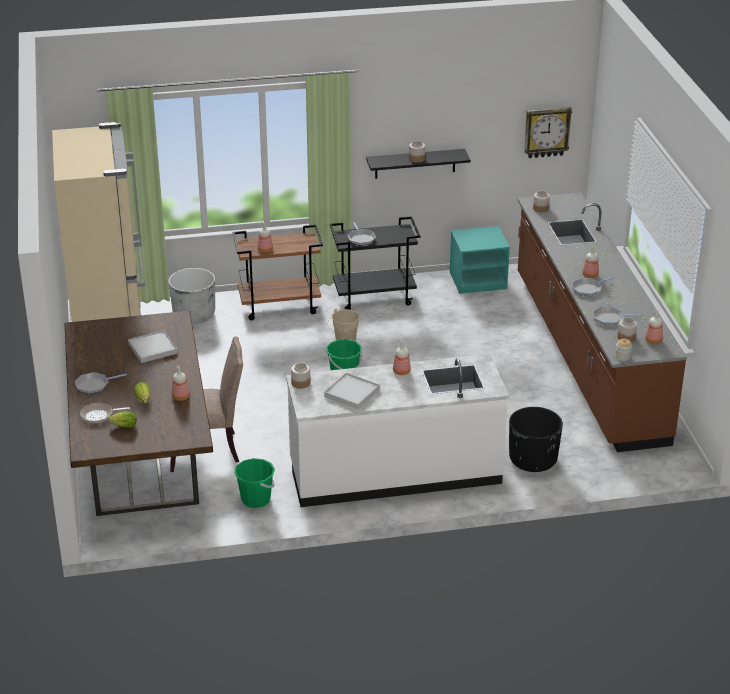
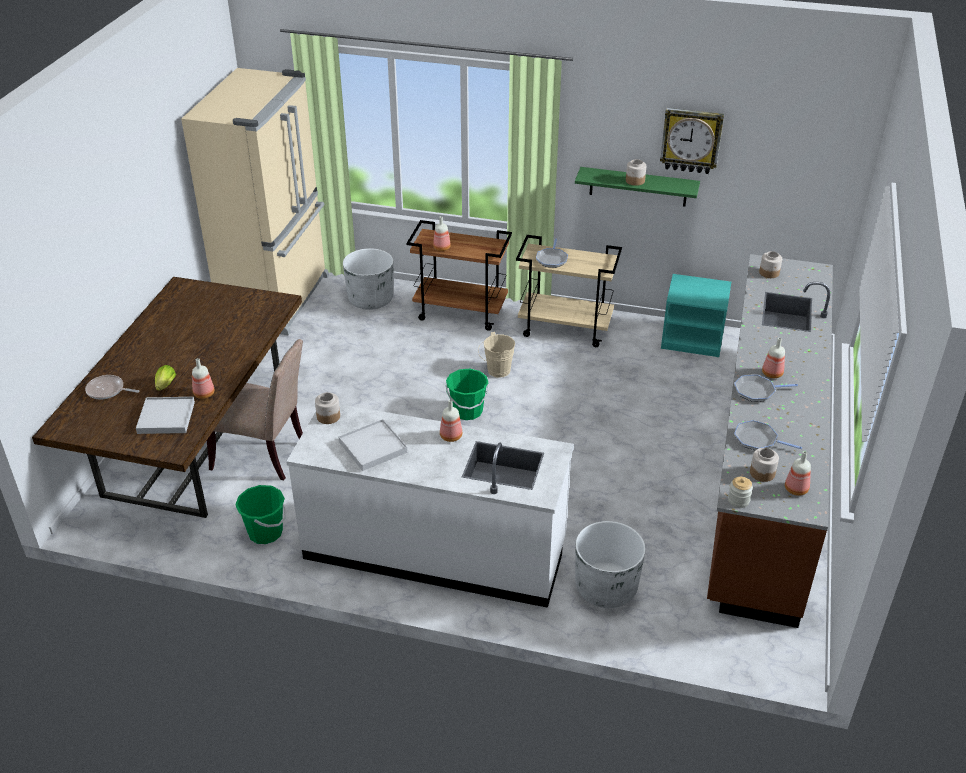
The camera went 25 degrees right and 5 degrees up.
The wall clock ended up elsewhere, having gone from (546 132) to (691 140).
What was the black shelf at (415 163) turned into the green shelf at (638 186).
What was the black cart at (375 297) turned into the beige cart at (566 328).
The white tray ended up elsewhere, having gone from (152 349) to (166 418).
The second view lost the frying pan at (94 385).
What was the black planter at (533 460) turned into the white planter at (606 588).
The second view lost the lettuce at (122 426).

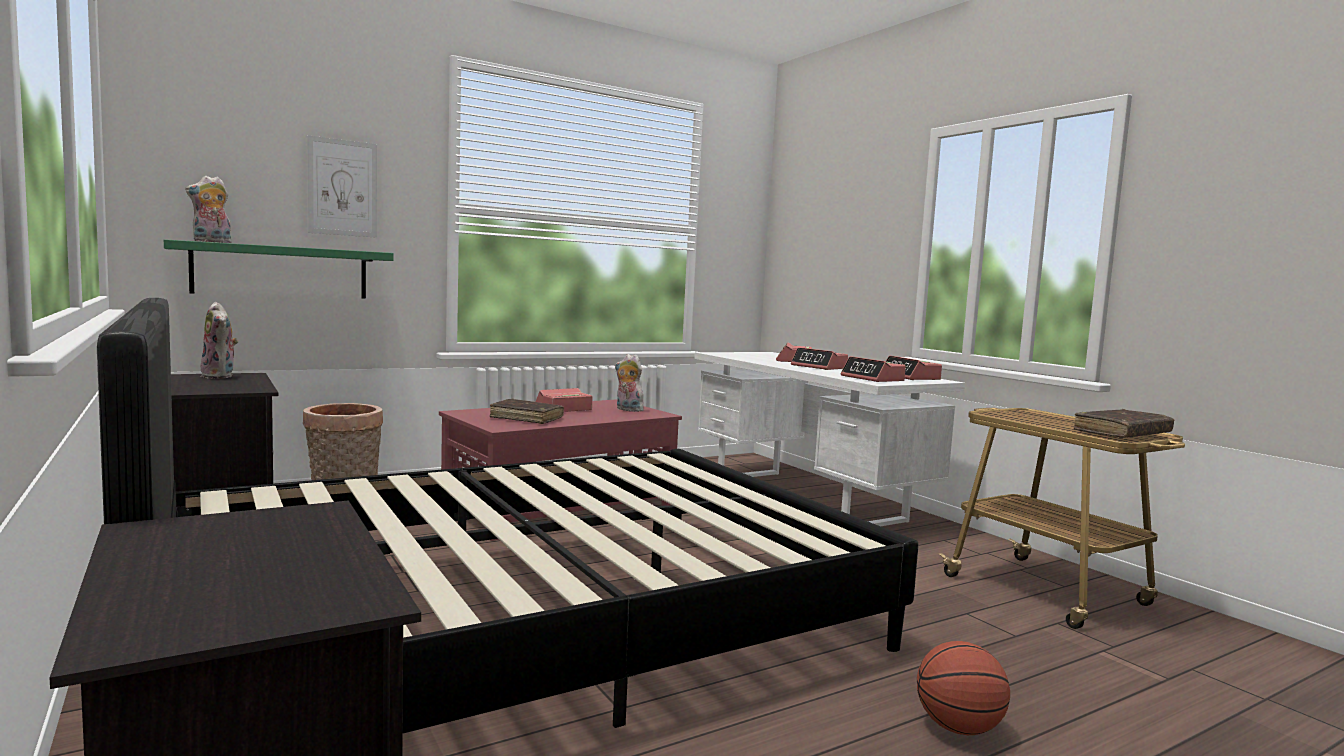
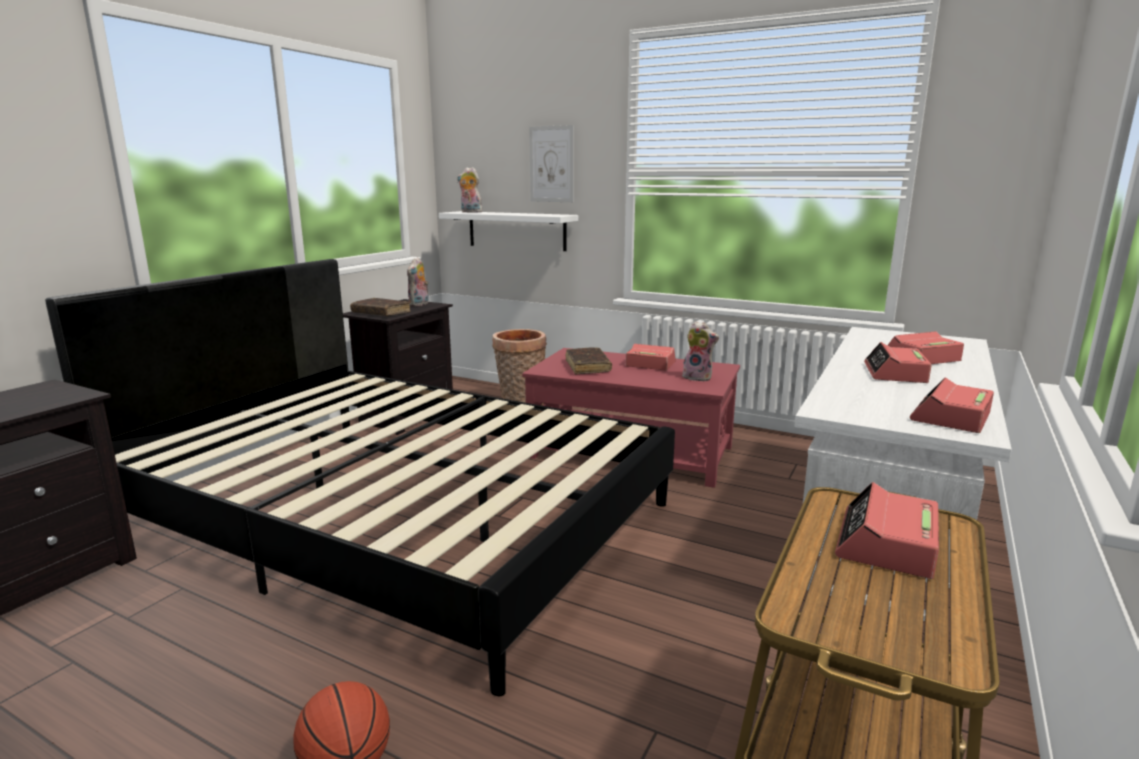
The camera went 60 degrees right and 10 degrees up.
What was the green shelf at (281 271) turned into the white shelf at (516 230).
The plush toy at (627 410) ended up facing another way, 120 degrees clockwise from before.
The alarm clock ended up elsewhere, having gone from (872 379) to (886 544).
The brown book ended up elsewhere, having gone from (1122 433) to (381 313).

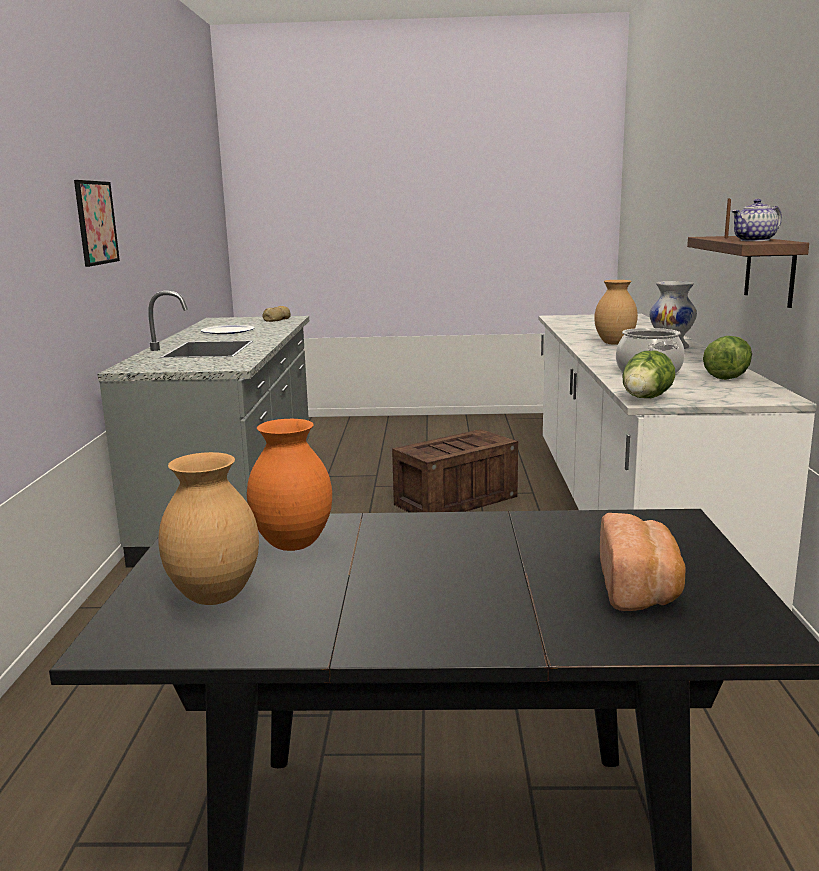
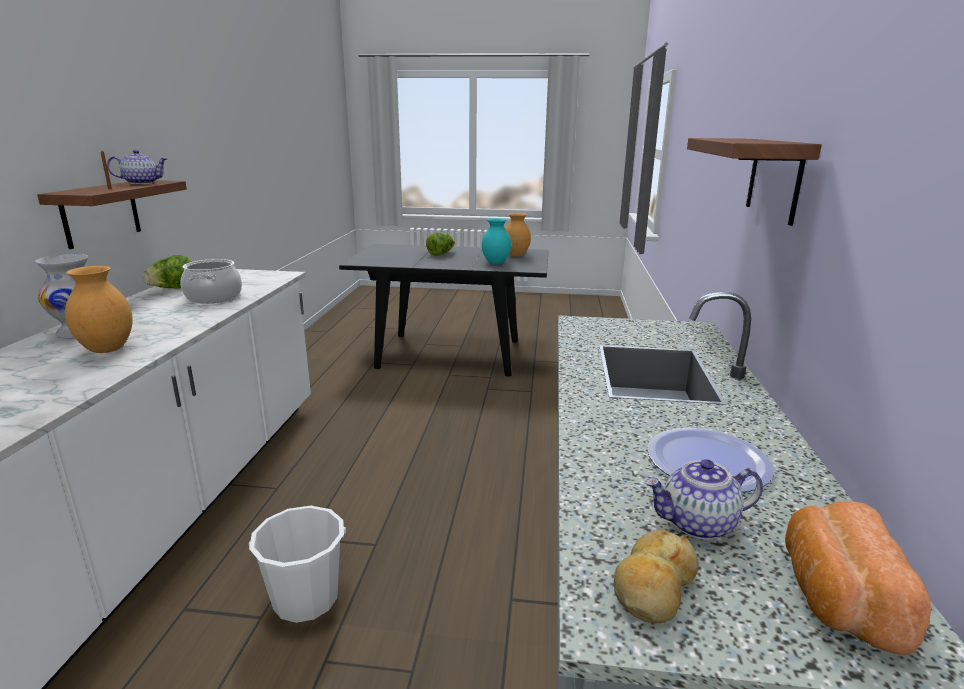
The camera went 175 degrees left and 5 degrees up.
Where the picture hung at (96 222), the shelf came to hang at (774 178).
The lettuce ended up elsewhere, having gone from (645 399) to (441 254).
What was the orange vase at (291 544) turned into the turquoise vase at (496 263).
Where the crate stood at (457 500), the white bucket came to stand at (306 598).
The bread ended up elsewhere, having gone from (640 589) to (835 596).
The second view gained the teapot at (698 524).

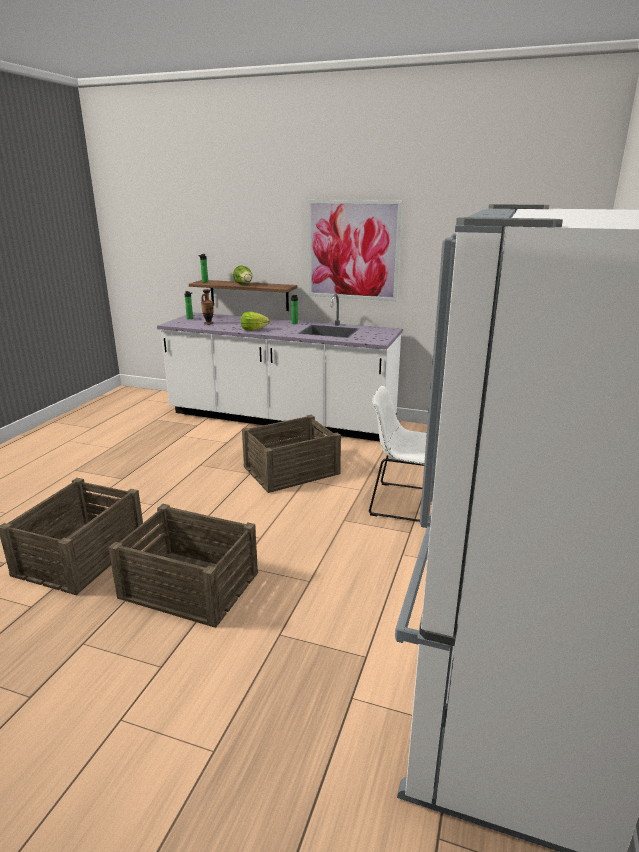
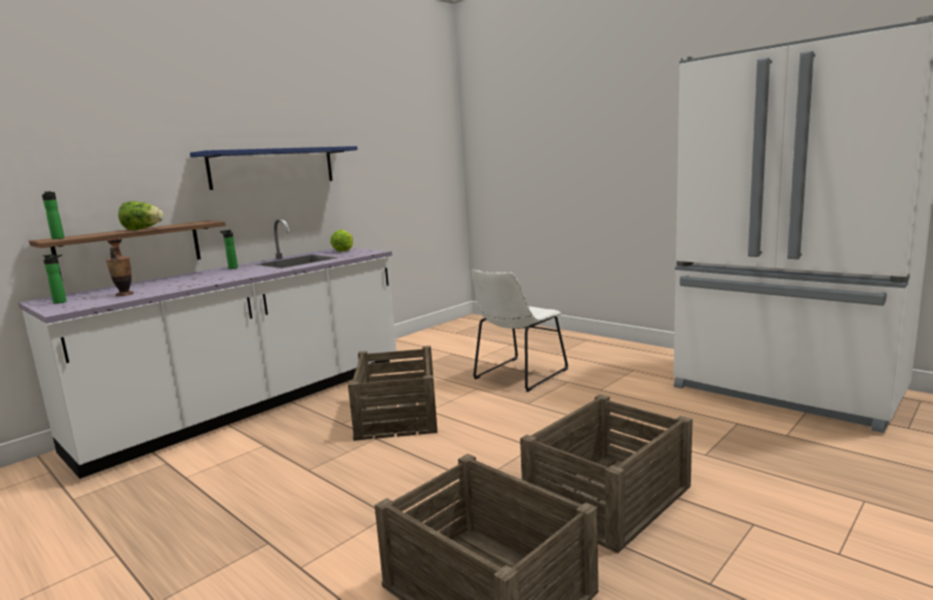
The camera went 65 degrees left and 10 degrees down.
Where the picture hung at (353 250), the blue shelf came to hang at (273 167).
The lettuce ended up elsewhere, having gone from (253 329) to (344 250).

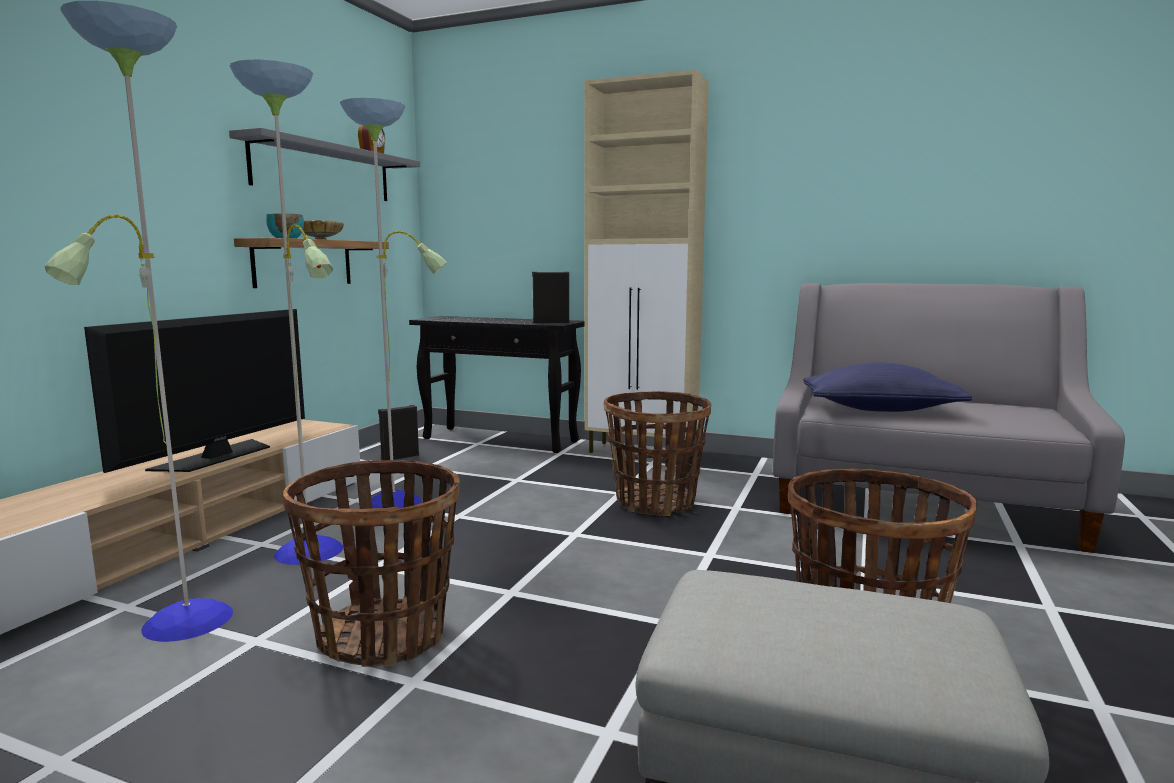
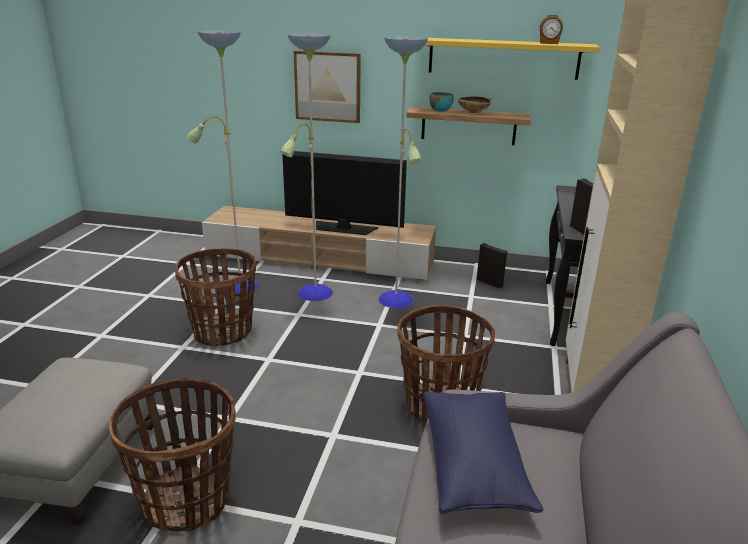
The camera went 80 degrees right and 15 degrees up.
What was the grey shelf at (324 171) turned into the yellow shelf at (503 58).
The second view gained the picture at (328 86).

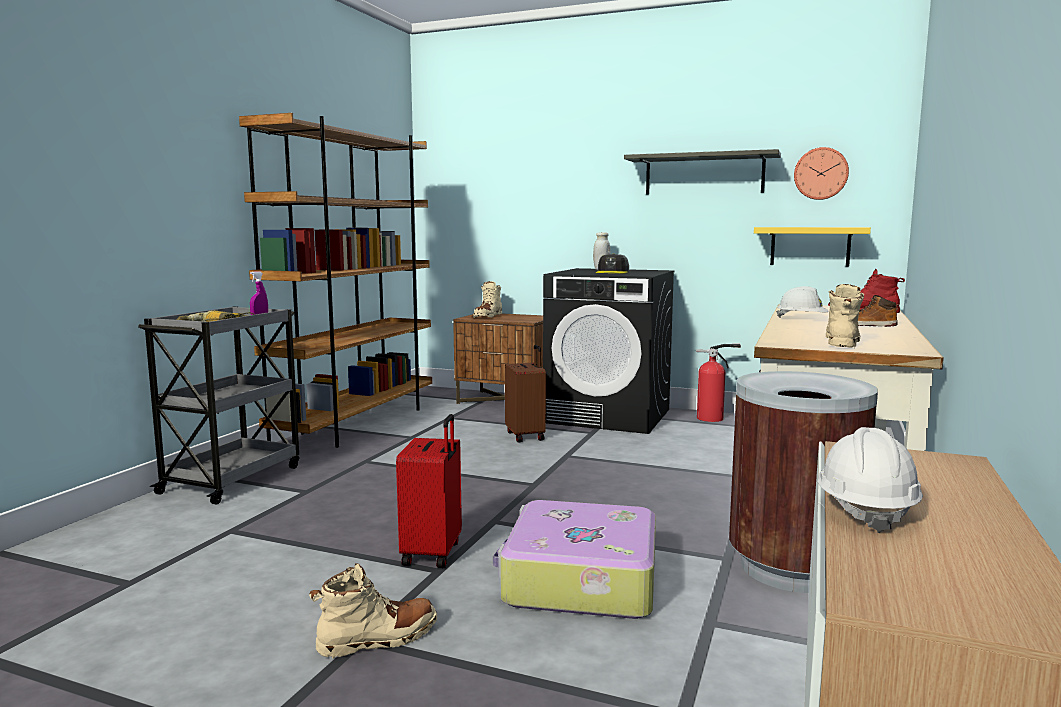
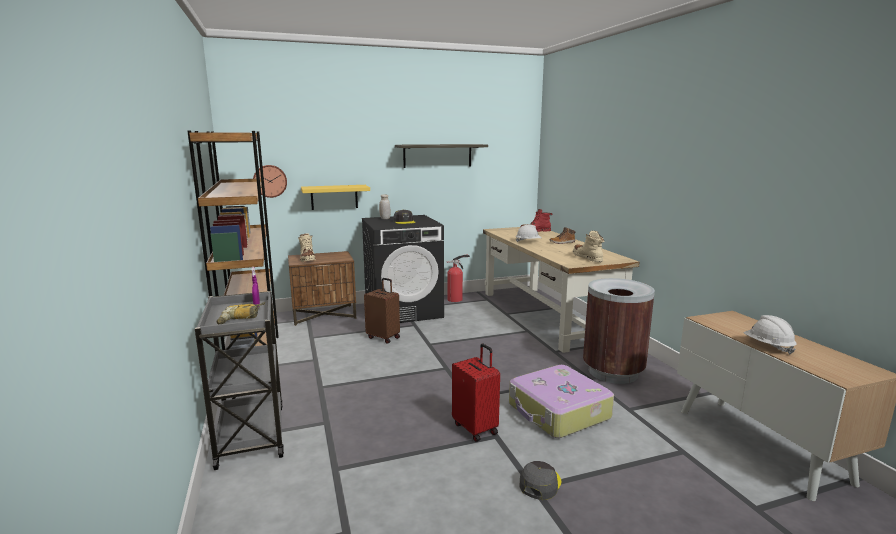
The camera went 40 degrees left and 5 degrees up.
The wall clock ended up elsewhere, having gone from (821 173) to (270 181).
The yellow shelf ended up elsewhere, having gone from (810 246) to (334 197).
Where the beige boot stood at (378 639), the grey cap came to stand at (540 483).

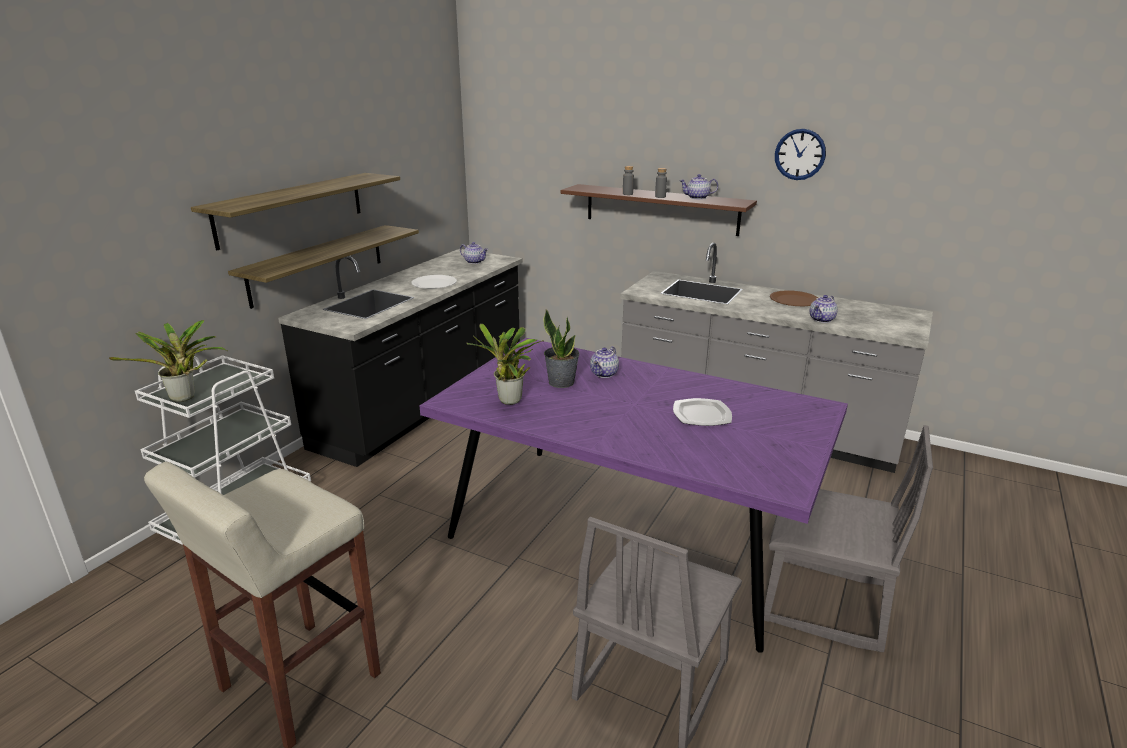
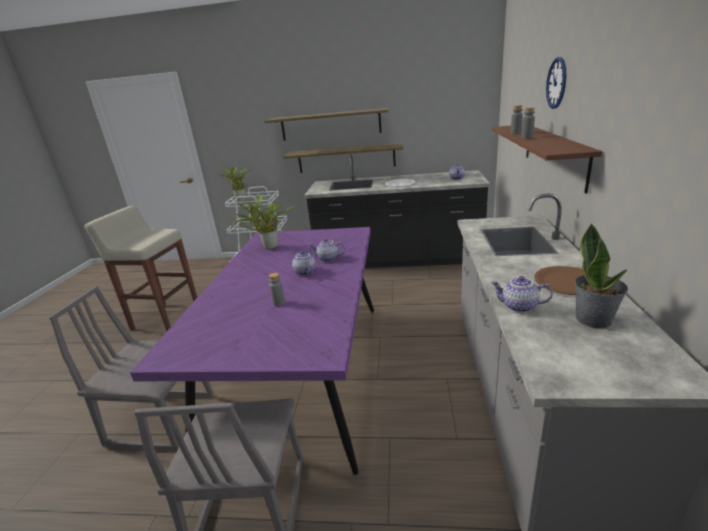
The camera went 70 degrees right and 0 degrees up.
The wall clock ended up elsewhere, having gone from (800 154) to (556 83).
The teapot ended up elsewhere, having gone from (697 198) to (304 272).
The potted plant ended up elsewhere, having gone from (561 382) to (594 319).
Where the plate stood at (702 414), the grey bottle came to stand at (279 303).

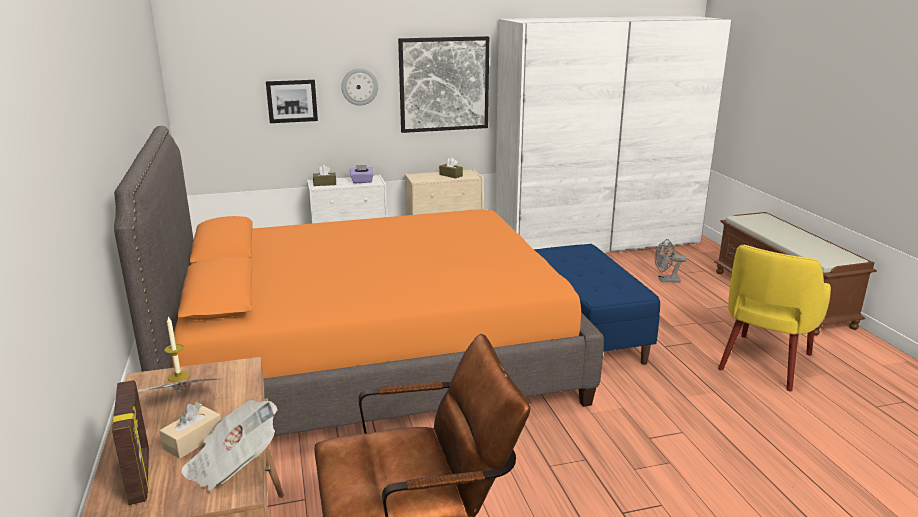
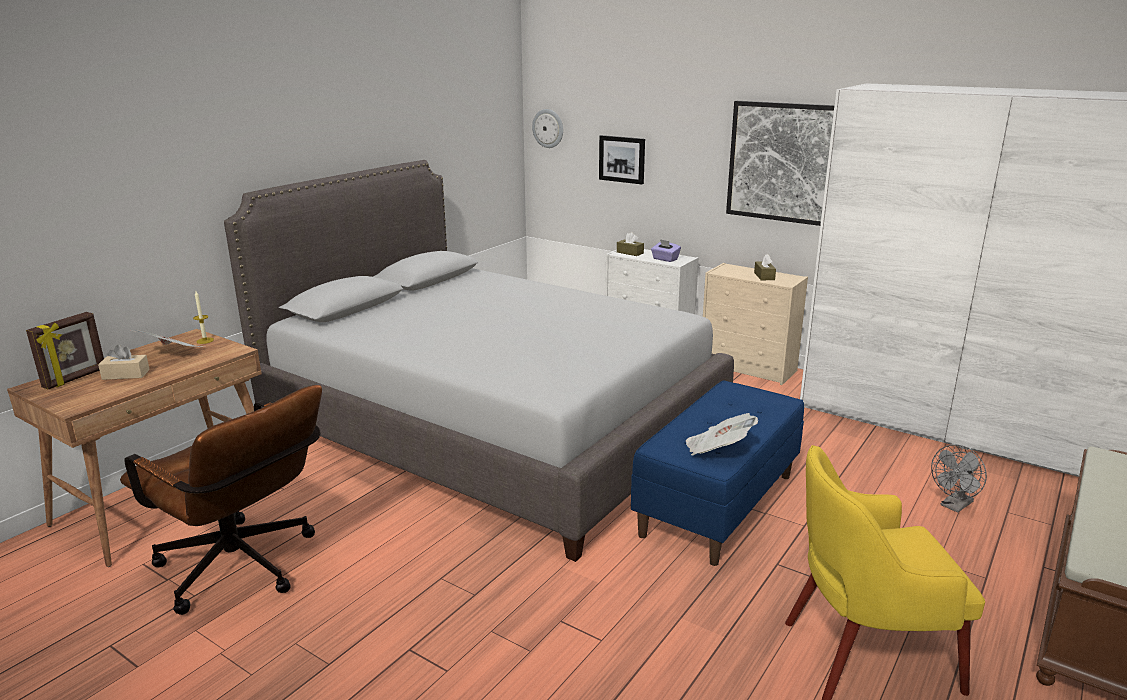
The camera went 50 degrees right and 0 degrees up.
The wall clock ended up elsewhere, having gone from (359 86) to (548 128).
What was the orange bed at (370 362) turned into the grey bed at (493 428).
The grey fan at (665 280) ended up facing another way, 90 degrees counterclockwise from before.
The newspaper ended up elsewhere, having gone from (232 464) to (718 450).

